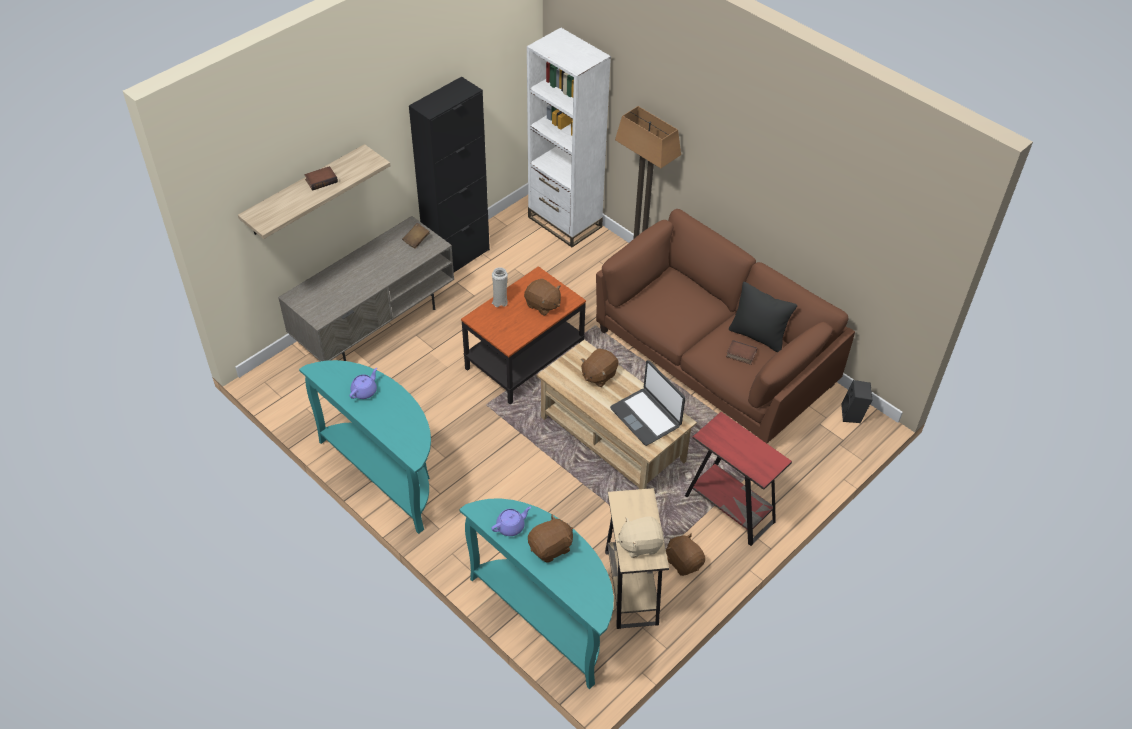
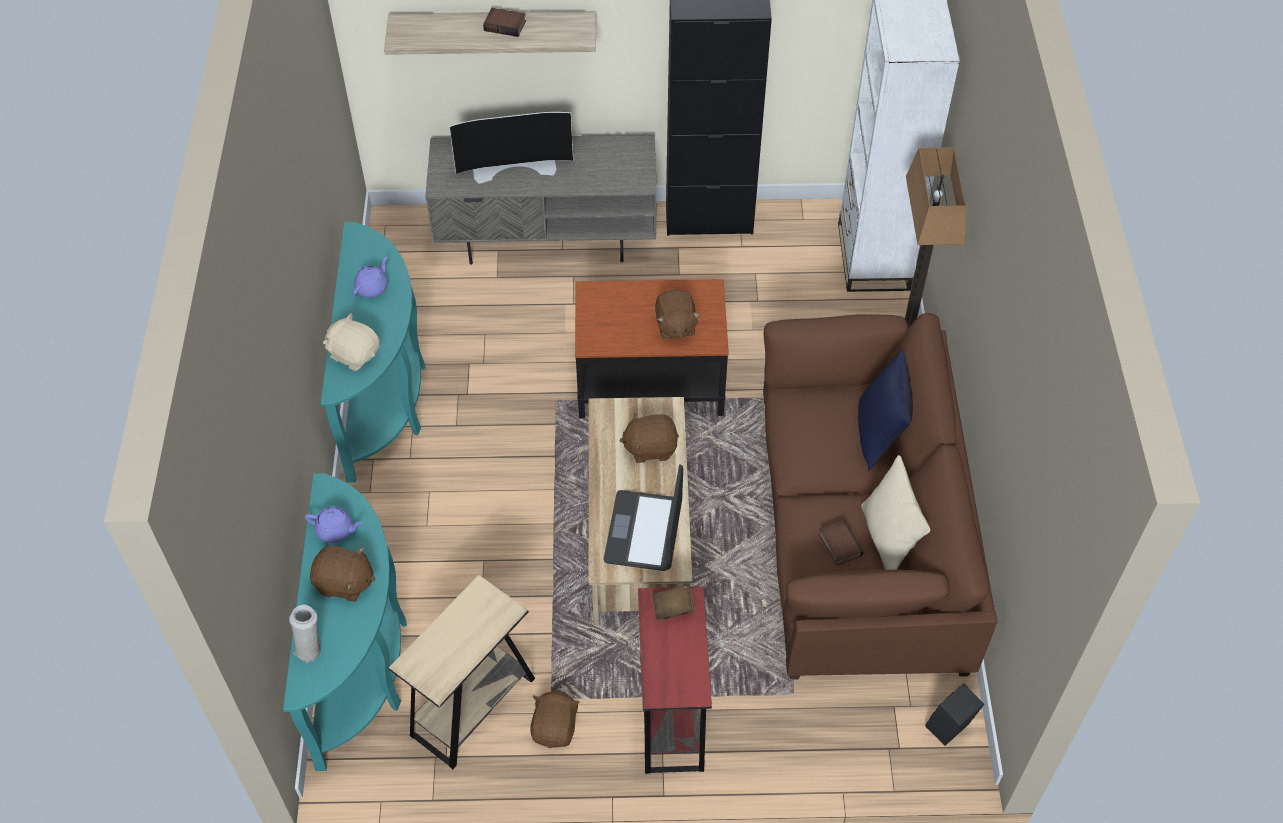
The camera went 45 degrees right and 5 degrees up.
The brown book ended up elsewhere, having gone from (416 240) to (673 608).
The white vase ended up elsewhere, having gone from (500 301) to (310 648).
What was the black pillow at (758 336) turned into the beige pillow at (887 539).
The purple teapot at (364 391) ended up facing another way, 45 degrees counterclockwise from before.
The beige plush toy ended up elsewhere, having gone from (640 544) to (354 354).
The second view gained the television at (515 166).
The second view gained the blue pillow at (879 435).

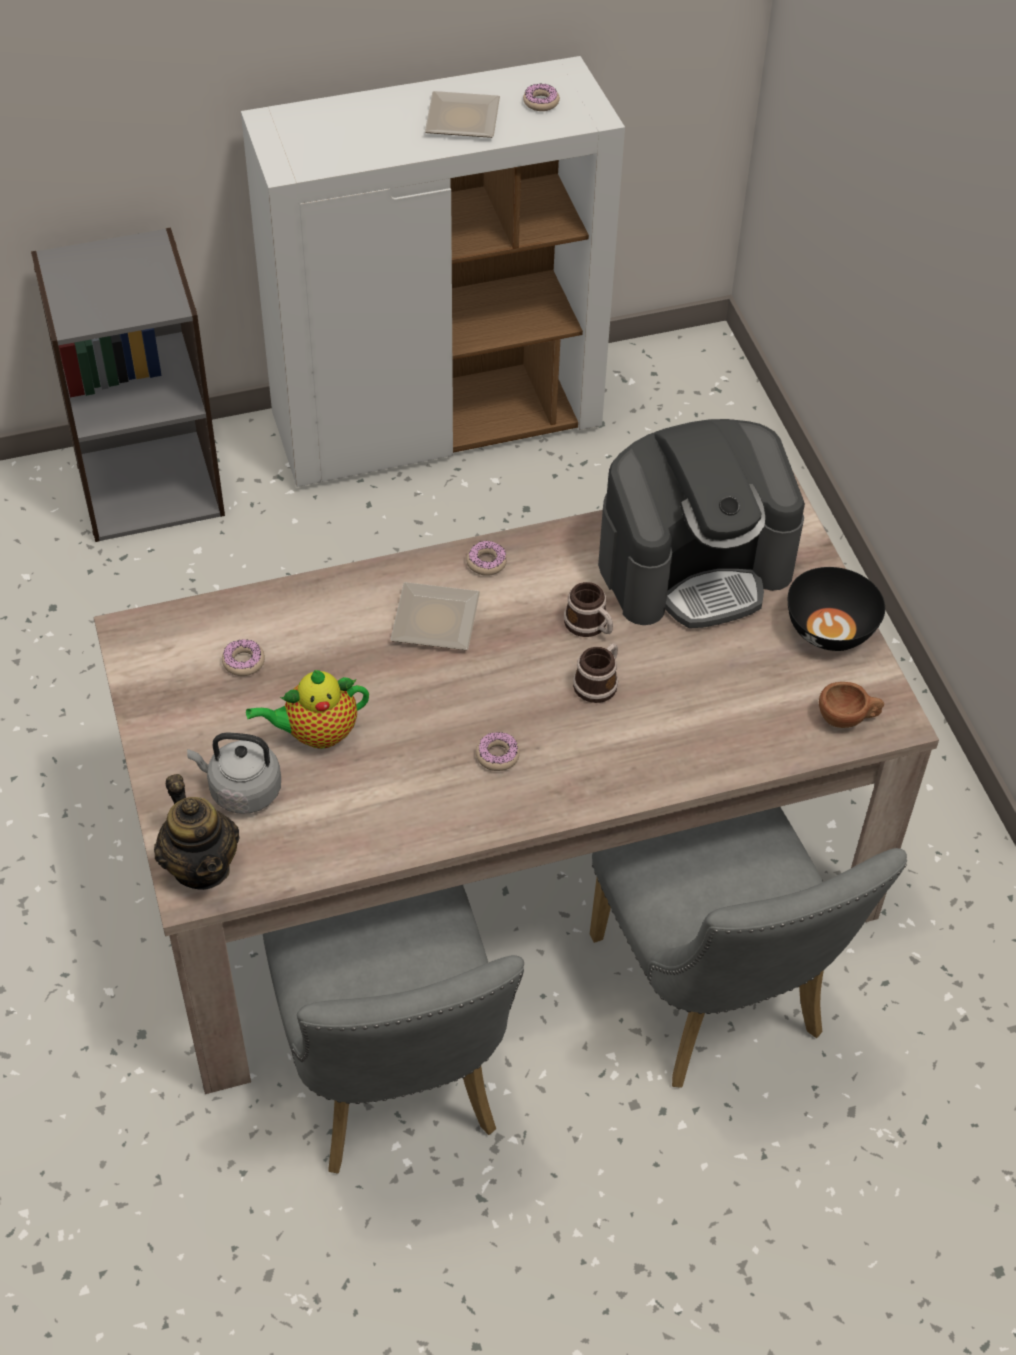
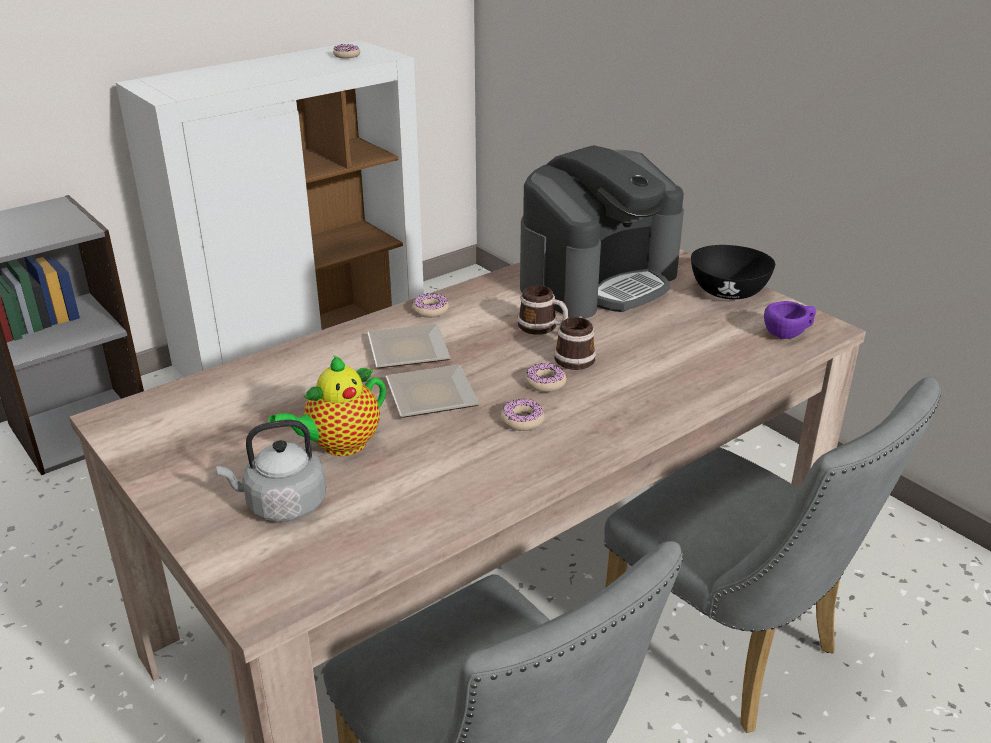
The camera went 20 degrees left and 20 degrees down.
The plate ended up elsewhere, having gone from (465 118) to (434 394).
The donut ended up elsewhere, having gone from (243 662) to (545 383).
What was the brown cup at (848 718) turned into the purple cup at (788 334).
The second view lost the teapot at (202 866).

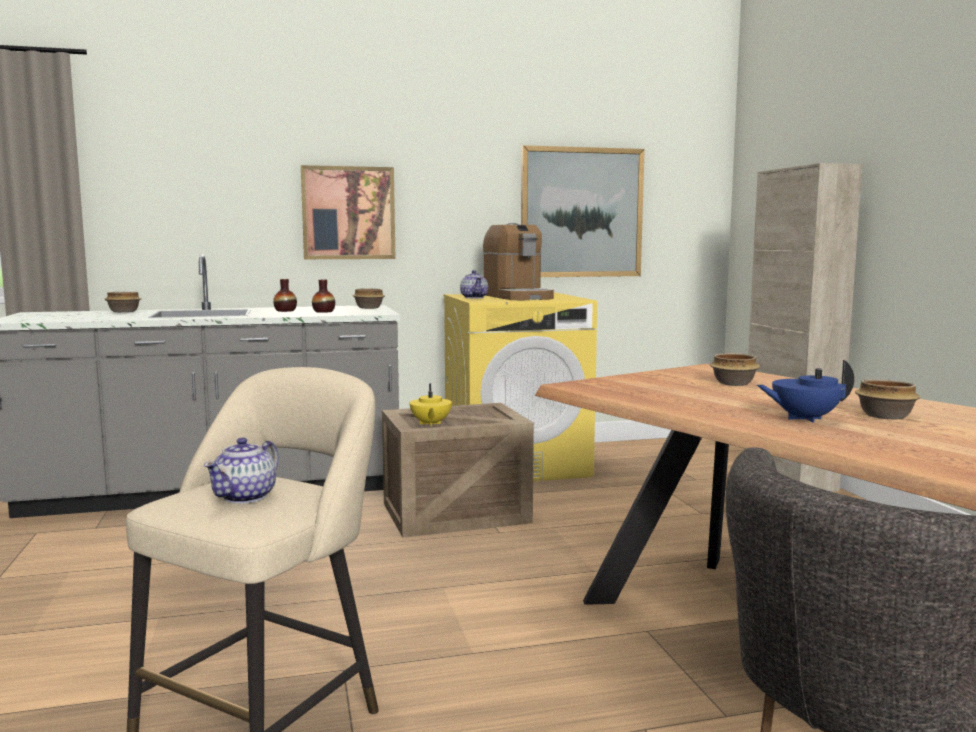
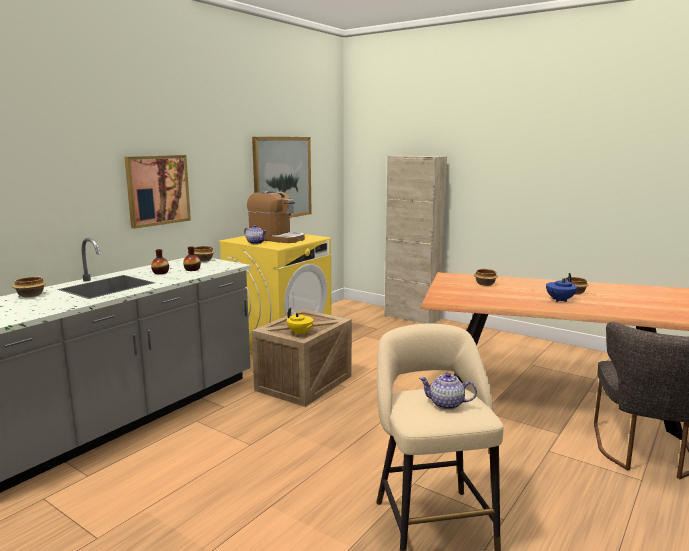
The camera went 40 degrees left and 5 degrees up.
The teapot at (246 497) ended up facing another way, 120 degrees clockwise from before.

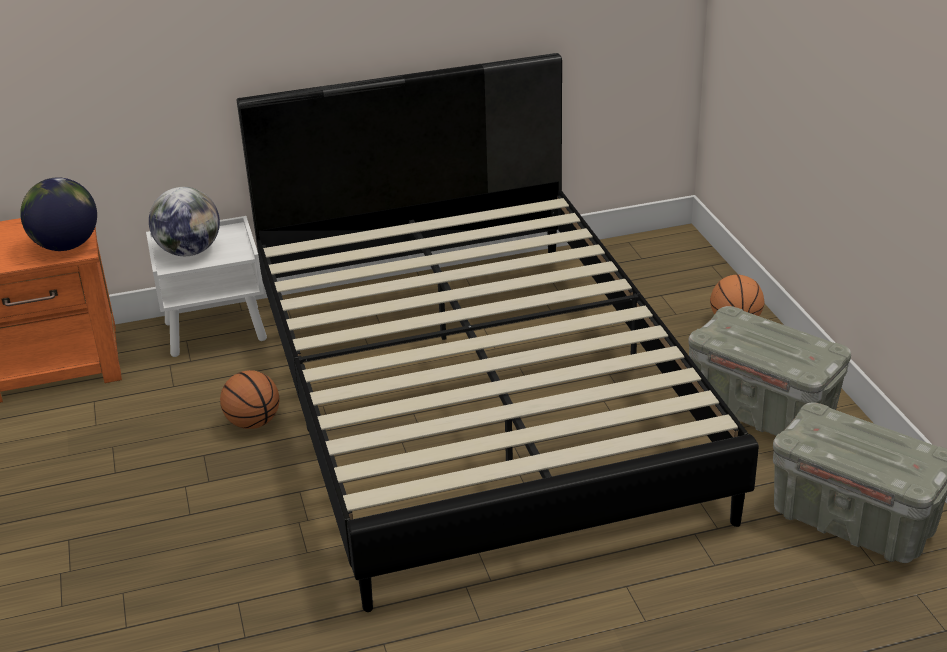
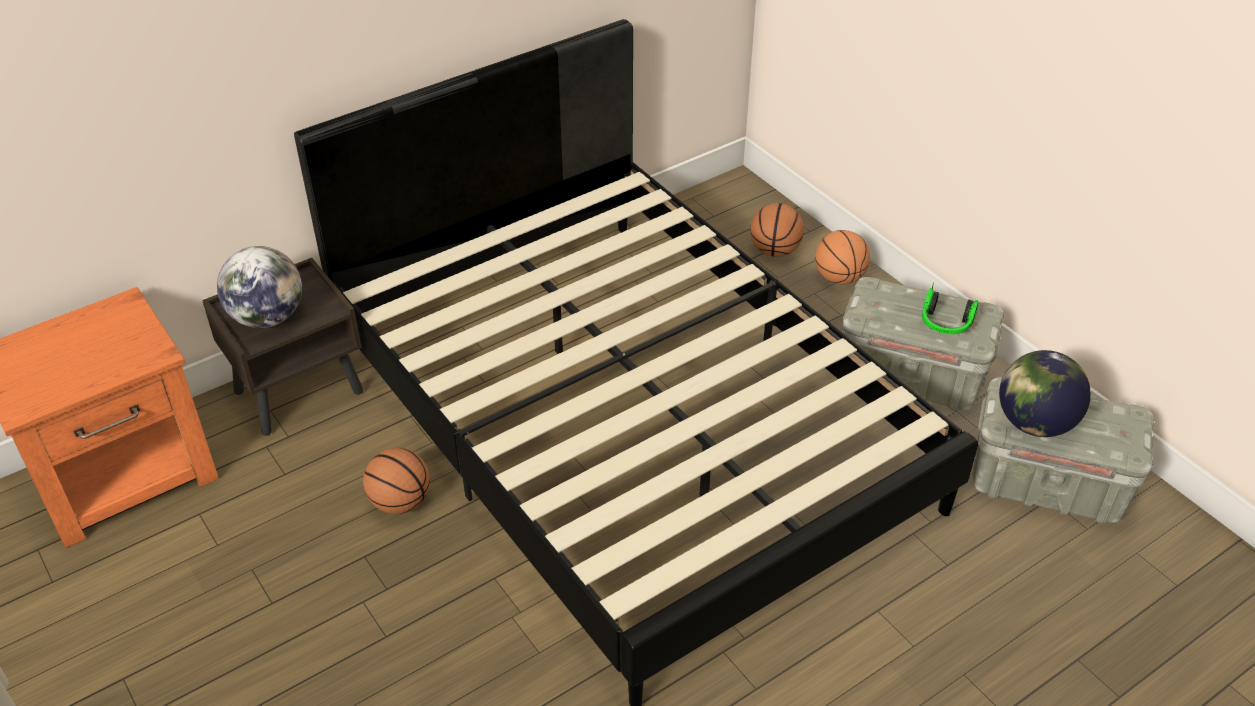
The camera went 20 degrees left and 10 degrees up.
The globe ended up elsewhere, having gone from (66 246) to (1034 423).
What was the white nightstand at (217 331) turned into the brown nightstand at (300 391).
The second view gained the basketball at (775 251).
The second view gained the headphones at (945 325).

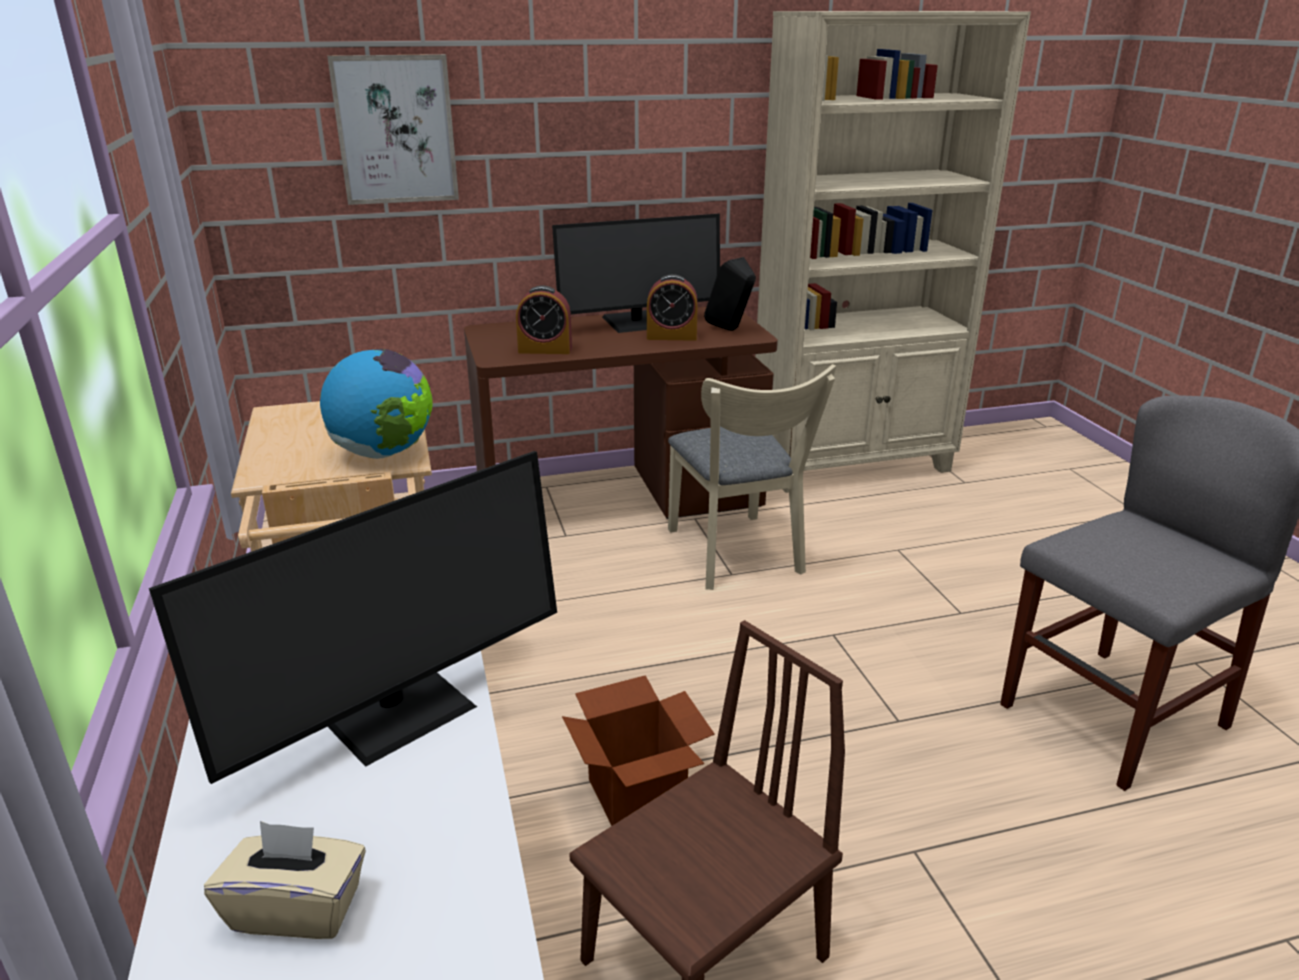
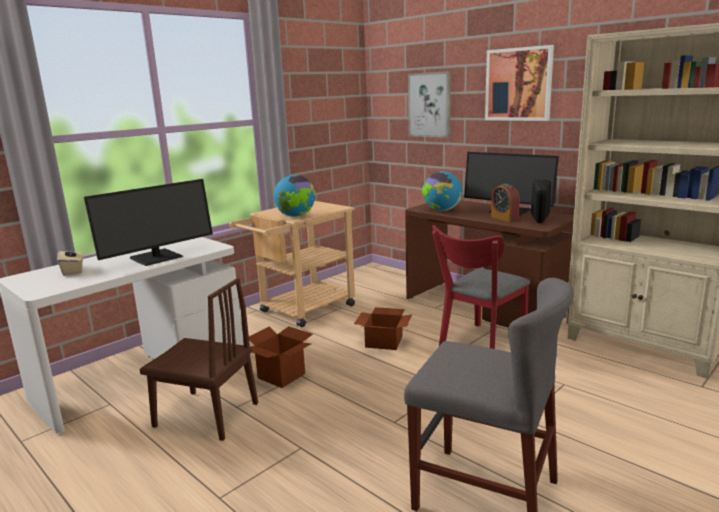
The camera went 60 degrees right and 10 degrees down.
Where the alarm clock stood at (545 350), the globe came to stand at (442 210).
What was the beige chair at (737 556) turned into the red chair at (479 345).
The monitor at (394 707) ended up facing another way, 60 degrees counterclockwise from before.
The second view gained the picture at (518 84).
The second view gained the cardboard box at (385 341).

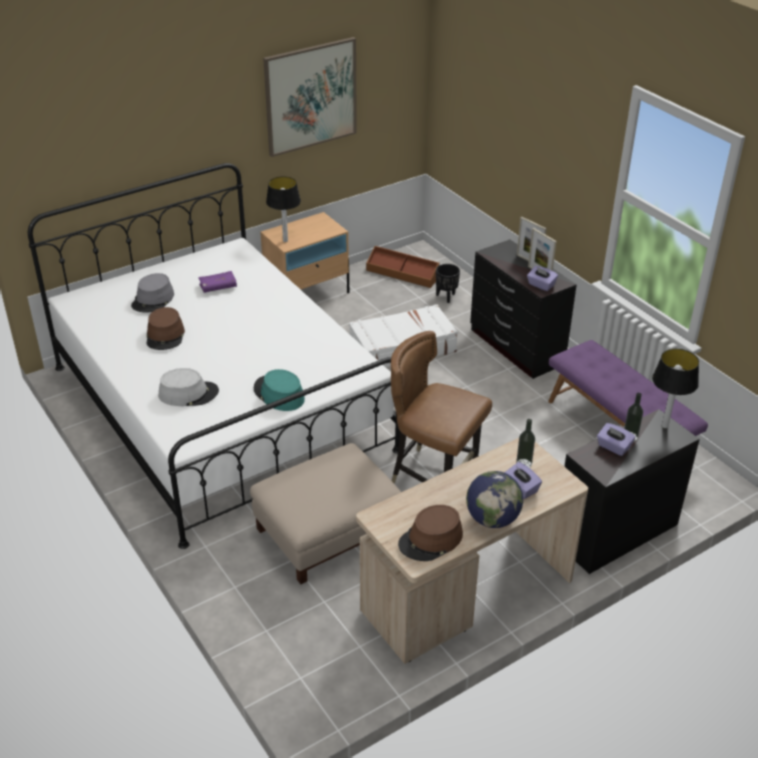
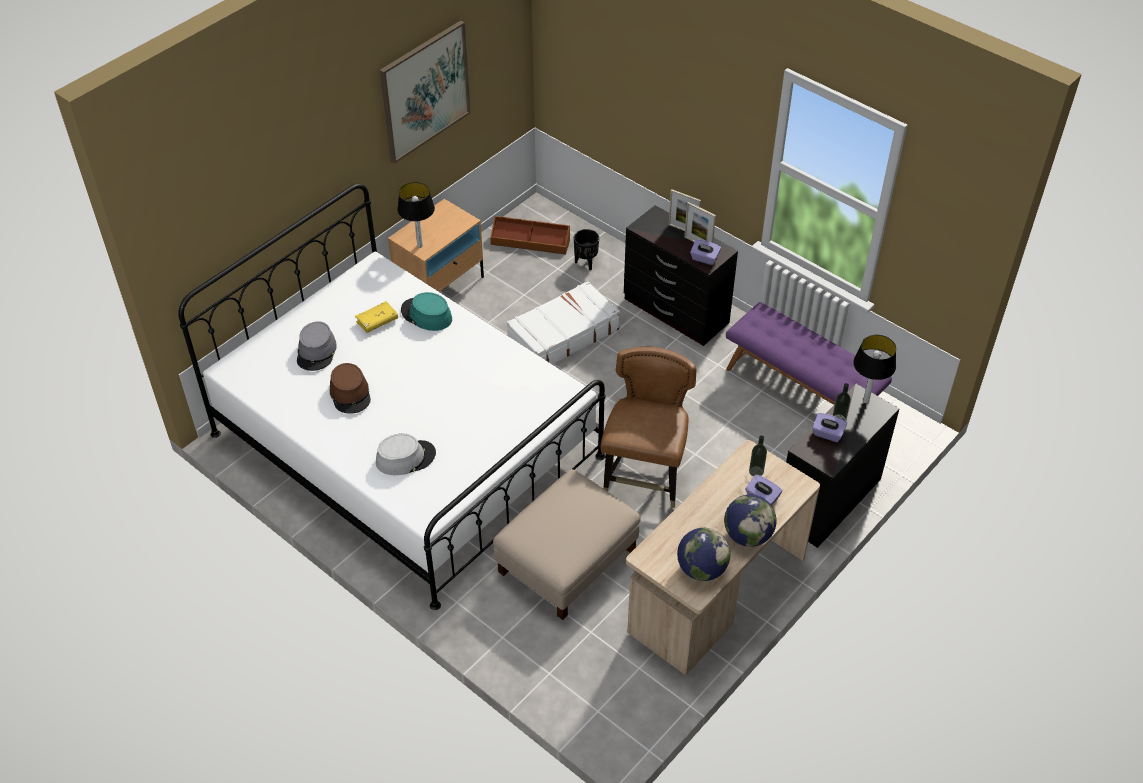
The camera went 15 degrees left and 10 degrees up.
What was the purple book at (218 287) turned into the yellow book at (377 321).
The brown chair at (434 476) ended up facing another way, 90 degrees clockwise from before.
The turquoise hat ended up elsewhere, having gone from (278 394) to (426 315).
Where the brown hat stood at (431 540), the globe came to stand at (701 569).

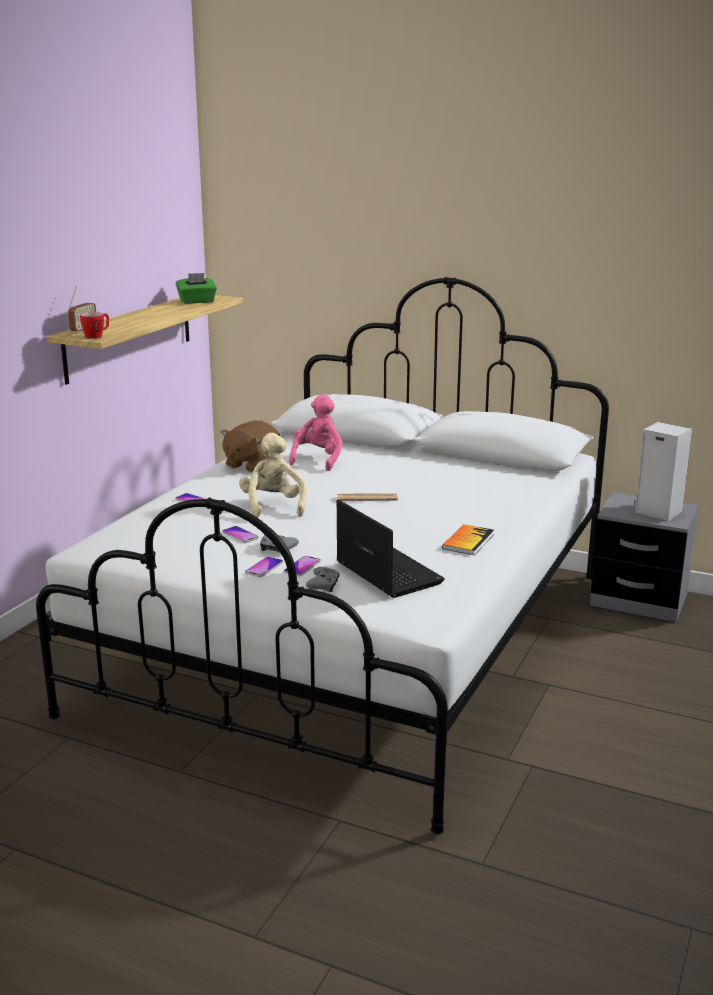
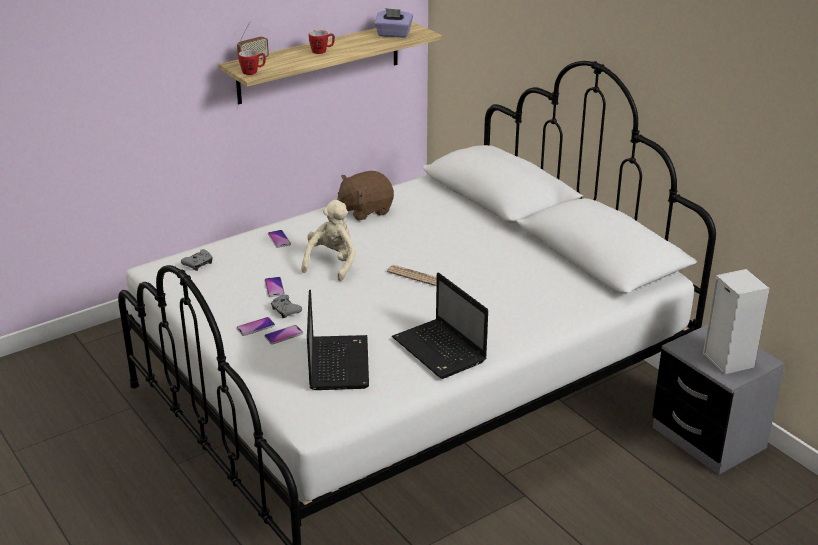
The camera went 30 degrees right and 10 degrees up.
What was the green tissue box at (197 301) turned into the purple tissue box at (393 34).
The second view lost the pink plush toy at (318 460).
Where the book stood at (468 541), the laptop came to stand at (441 351).
The grey game controller ended up elsewhere, having gone from (323 586) to (198 264).
The second view gained the mug at (322 51).

